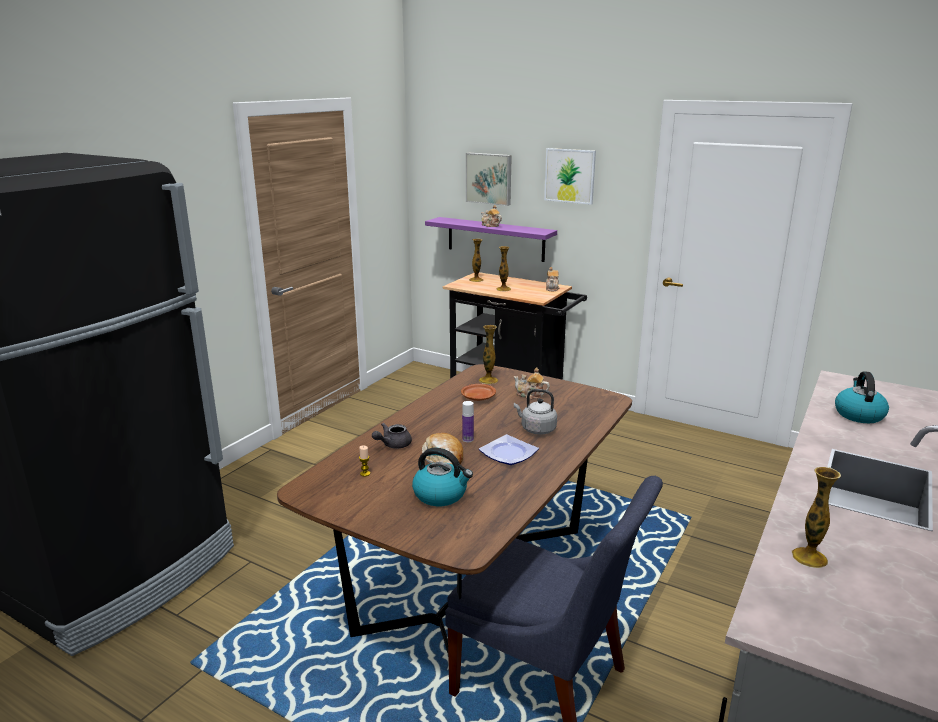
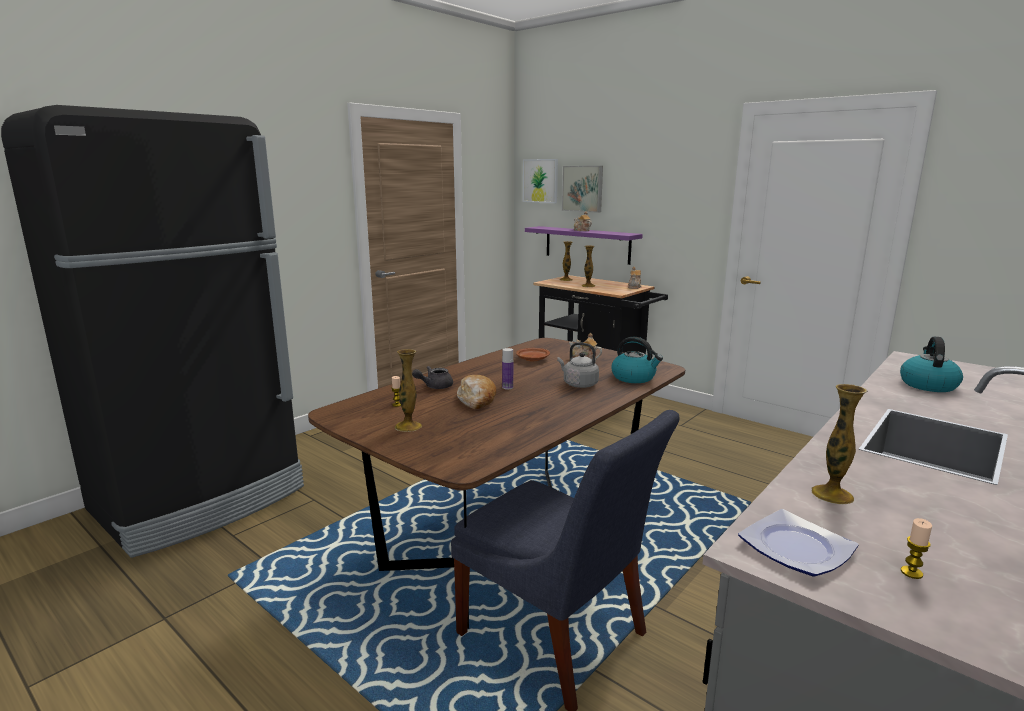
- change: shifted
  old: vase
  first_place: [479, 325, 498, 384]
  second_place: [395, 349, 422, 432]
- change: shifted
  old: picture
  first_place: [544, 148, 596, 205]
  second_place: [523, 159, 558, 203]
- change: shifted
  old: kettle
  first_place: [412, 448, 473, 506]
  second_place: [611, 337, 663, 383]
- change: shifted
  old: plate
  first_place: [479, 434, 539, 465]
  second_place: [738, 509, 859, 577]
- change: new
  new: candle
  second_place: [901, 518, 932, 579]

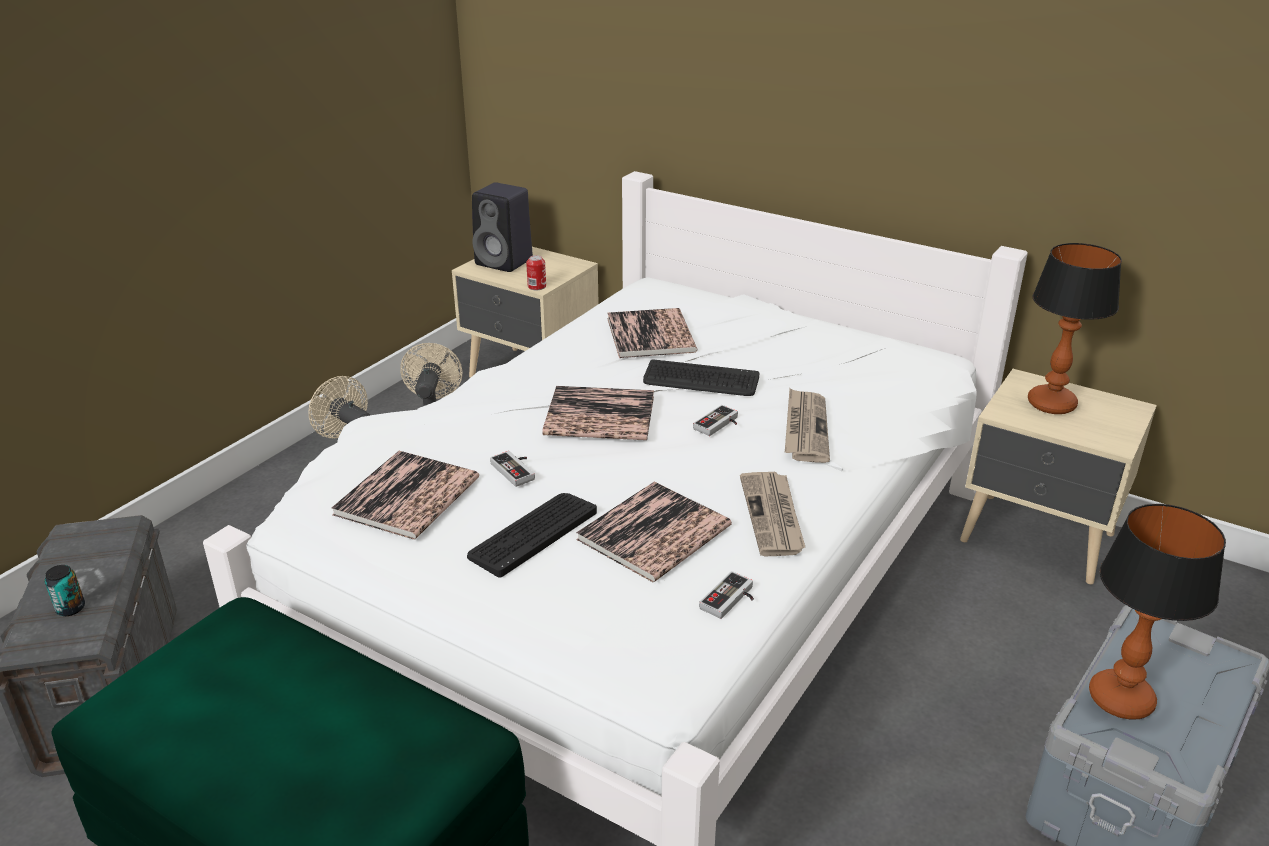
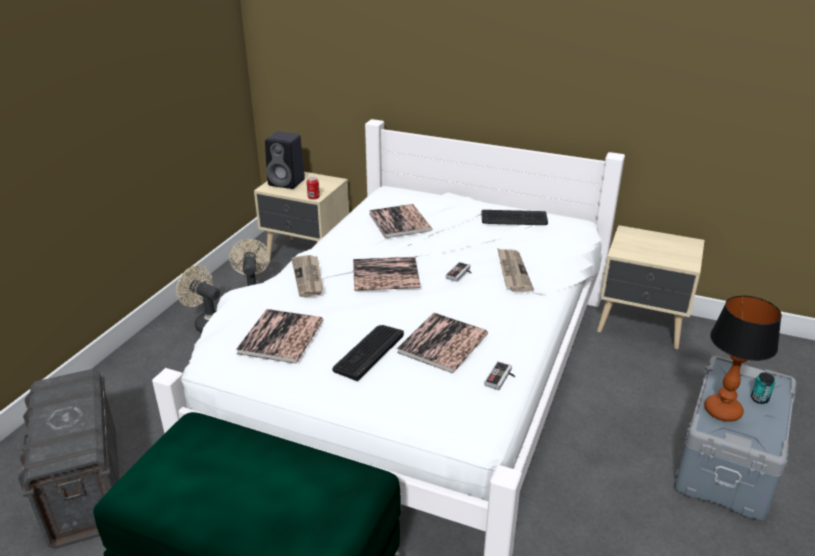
- change: shifted
  old: newspaper
  first_place: [740, 472, 805, 556]
  second_place: [292, 255, 323, 297]
- change: shifted
  old: keyboard
  first_place: [643, 360, 759, 396]
  second_place: [481, 210, 548, 225]
- change: shifted
  old: can
  first_place: [45, 565, 85, 616]
  second_place: [751, 373, 775, 404]
- change: gone
  old: game controller
  first_place: [490, 451, 535, 487]
- change: gone
  old: table lamp
  first_place: [1028, 243, 1122, 414]

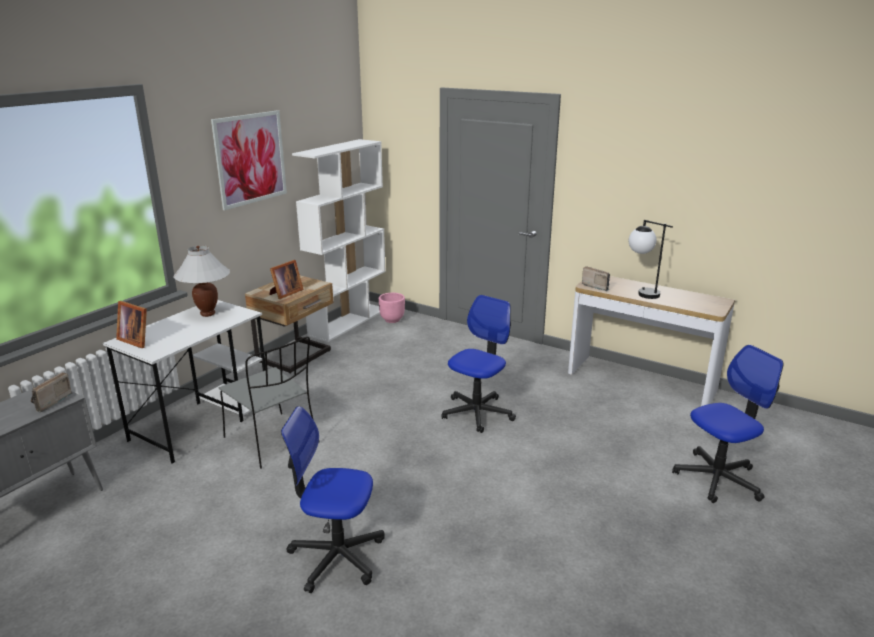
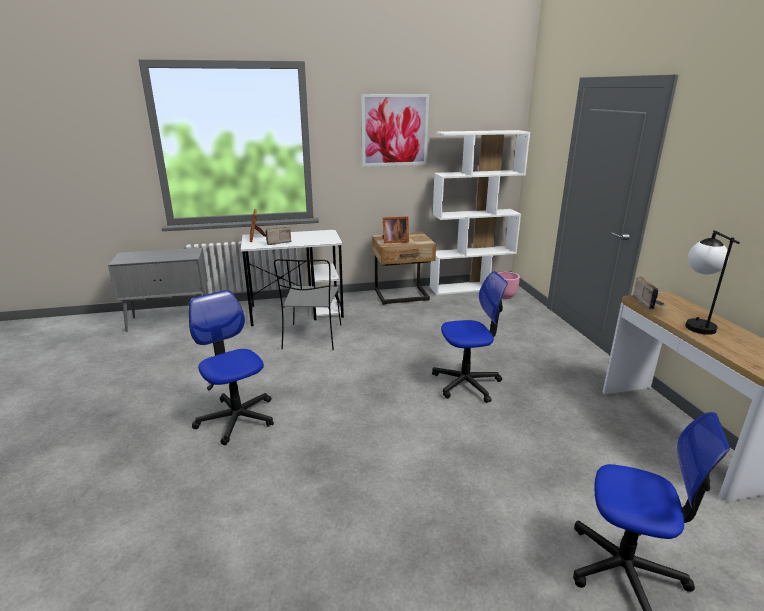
- change: shifted
  old: radio
  first_place: [31, 372, 72, 412]
  second_place: [265, 226, 292, 245]
- change: gone
  old: white table lamp
  first_place: [173, 246, 230, 317]

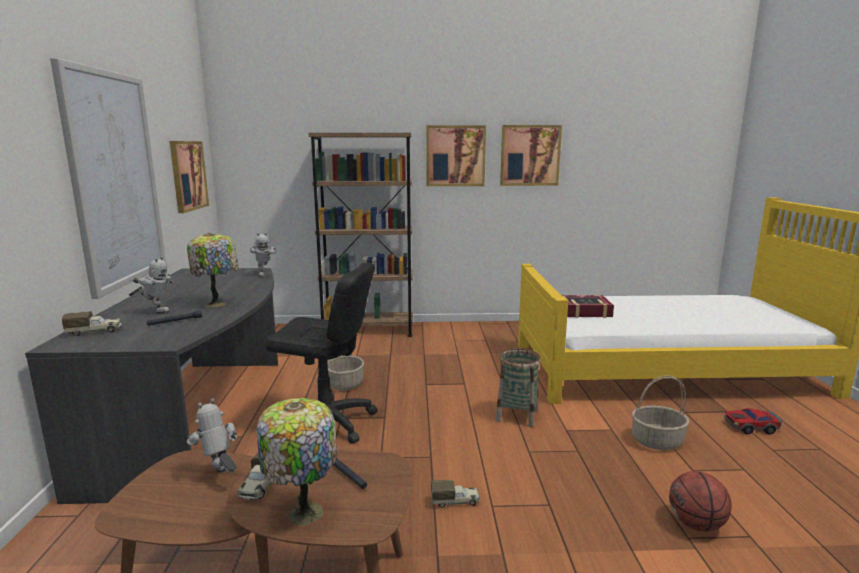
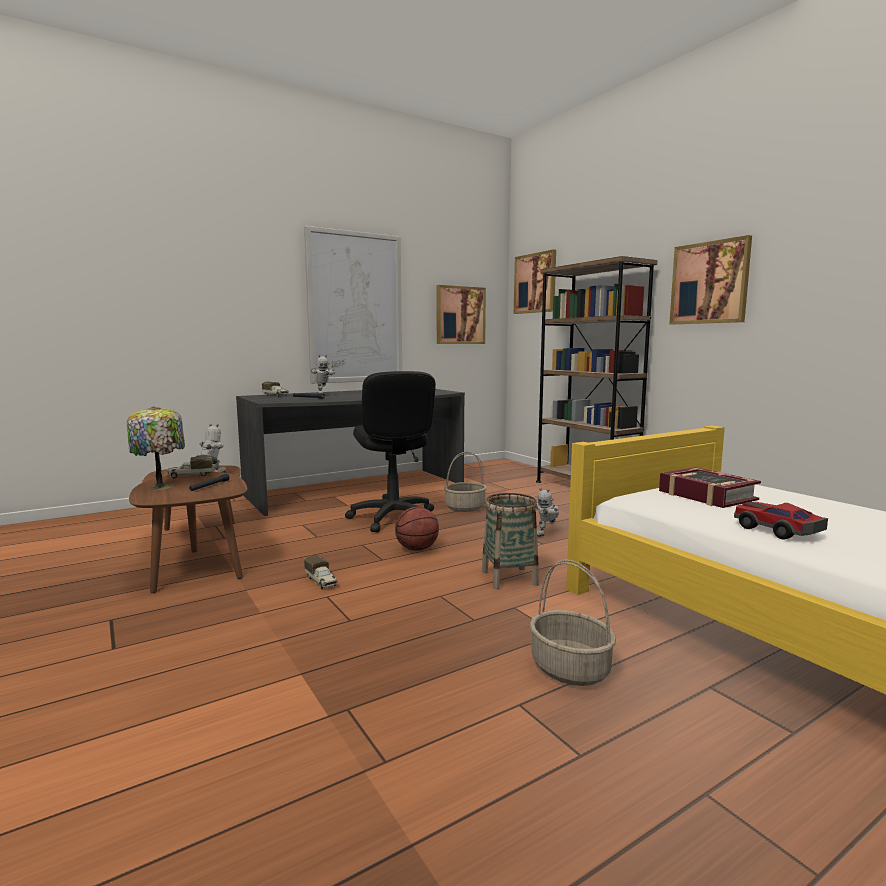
- change: shifted
  old: basketball
  first_place: [669, 471, 732, 531]
  second_place: [395, 507, 439, 551]
- change: shifted
  old: picture
  first_place: [500, 125, 562, 186]
  second_place: [514, 250, 556, 314]
- change: shifted
  old: toy robot
  first_place: [250, 232, 277, 277]
  second_place: [536, 488, 559, 537]
- change: shifted
  old: toy car
  first_place: [724, 408, 782, 434]
  second_place: [734, 502, 828, 540]
- change: gone
  old: table lamp
  first_place: [187, 233, 238, 307]

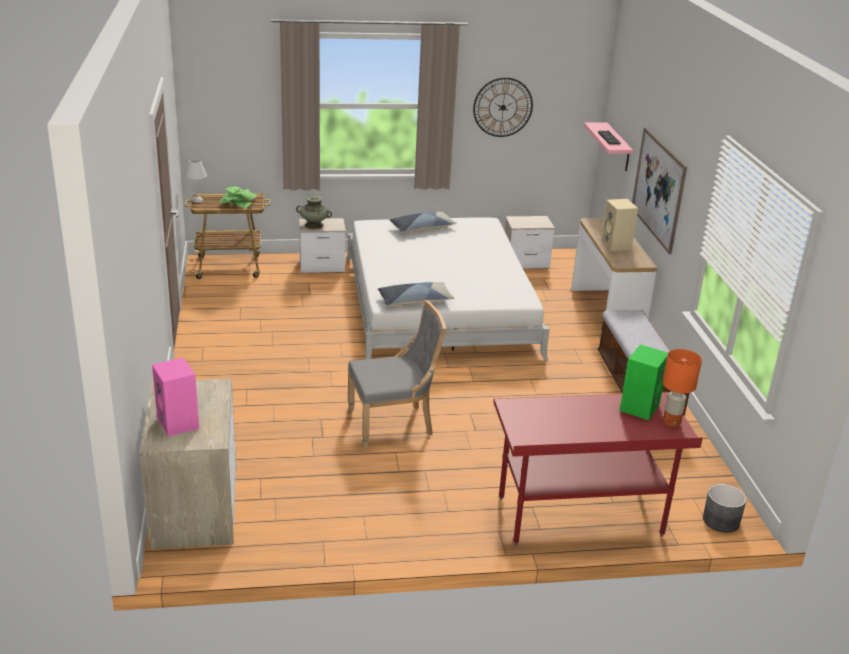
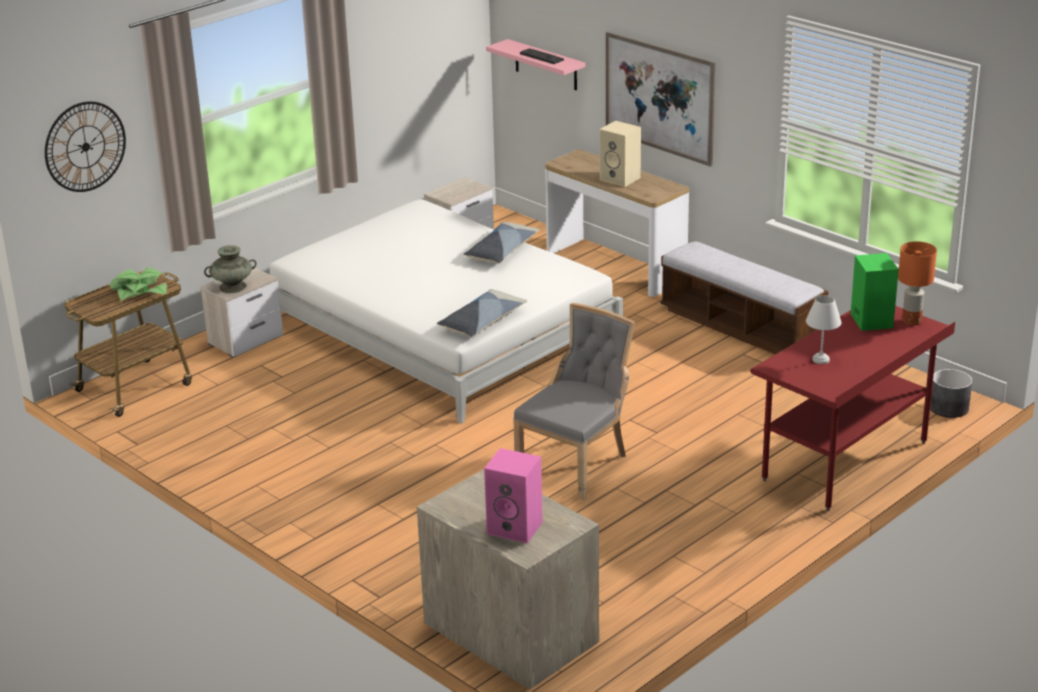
- change: shifted
  old: wall clock
  first_place: [473, 77, 533, 137]
  second_place: [45, 101, 126, 192]
- change: shifted
  old: pillow
  first_place: [390, 212, 457, 232]
  second_place: [463, 222, 539, 263]
- change: shifted
  old: white table lamp
  first_place: [185, 159, 207, 203]
  second_place: [806, 295, 841, 364]

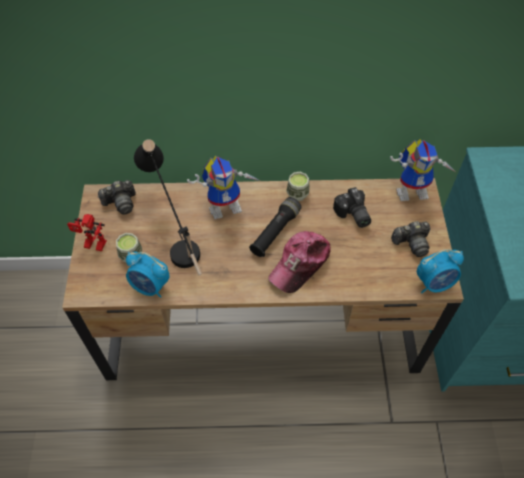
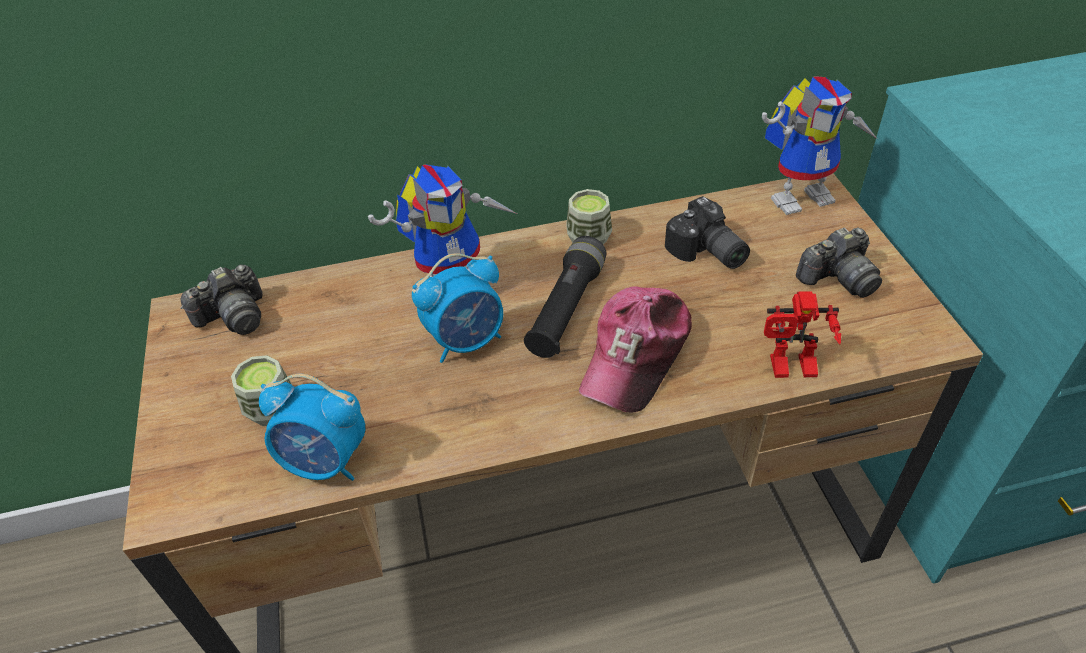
- change: shifted
  old: alarm clock
  first_place: [417, 249, 464, 293]
  second_place: [412, 253, 503, 363]
- change: shifted
  old: toy robot
  first_place: [67, 214, 107, 251]
  second_place: [764, 291, 841, 378]
- change: gone
  old: black table lamp
  first_place: [134, 139, 202, 275]

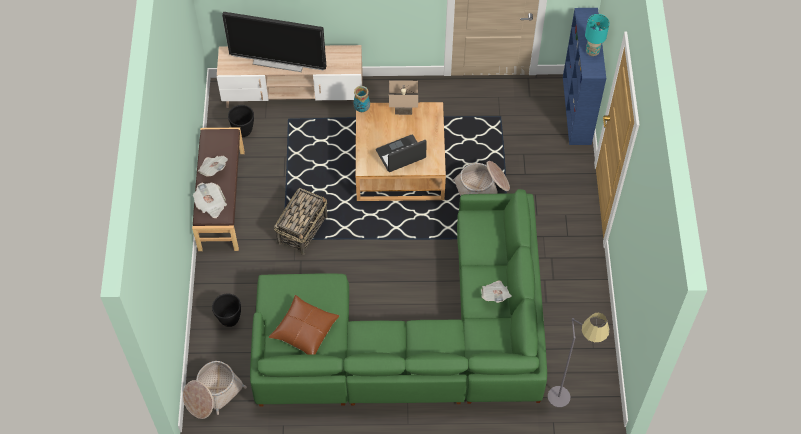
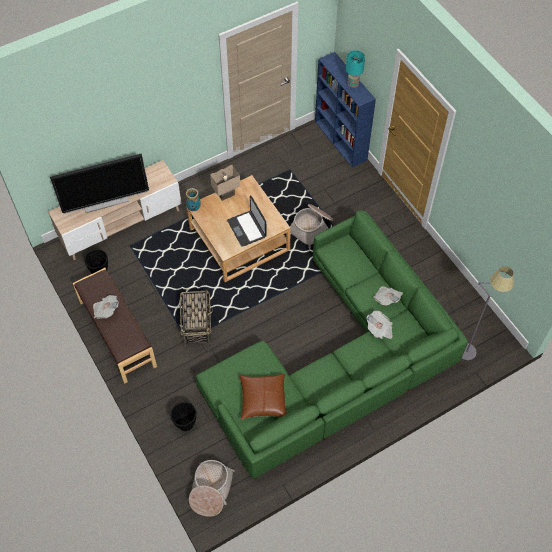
- change: rotated
  old: laptop
  first_place: [376, 135, 427, 172]
  second_place: [227, 196, 267, 247]
  degrees: -60
- change: shifted
  old: newspaper
  first_place: [193, 183, 227, 218]
  second_place: [367, 311, 392, 339]

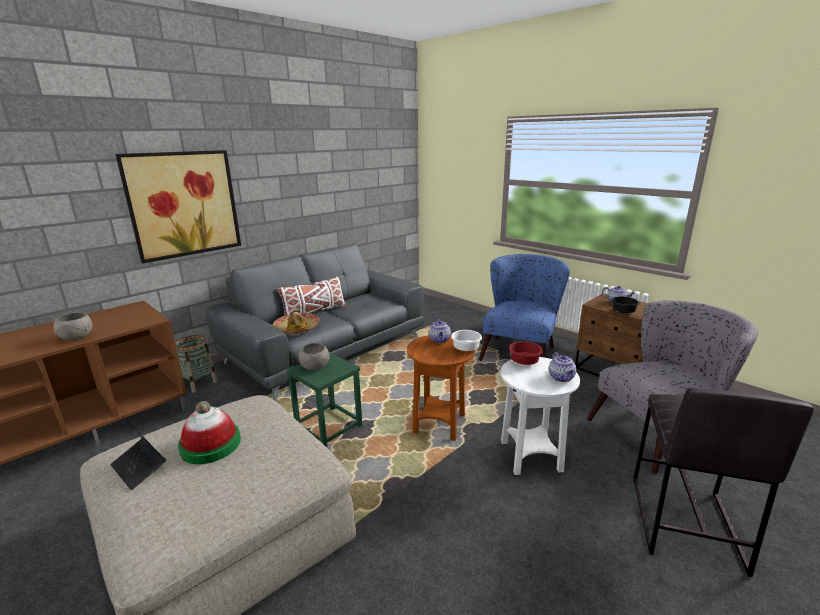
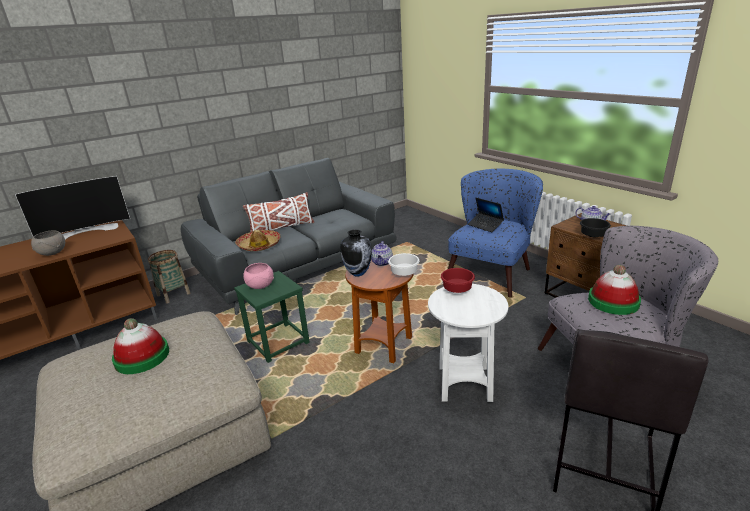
- change: new
  new: television
  second_place: [15, 176, 130, 240]
- change: repainted
  old: grey bowl
  new: pink bowl
  first_place: [298, 343, 330, 370]
  second_place: [243, 263, 274, 289]
- change: new
  new: vase
  second_place: [340, 229, 372, 277]
- change: shifted
  old: laptop
  first_place: [110, 416, 166, 490]
  second_place: [468, 198, 504, 232]
- change: new
  new: hat
  second_place: [588, 265, 641, 315]
- change: gone
  old: picture
  first_place: [115, 150, 241, 263]
- change: gone
  old: teapot
  first_place: [549, 352, 576, 382]

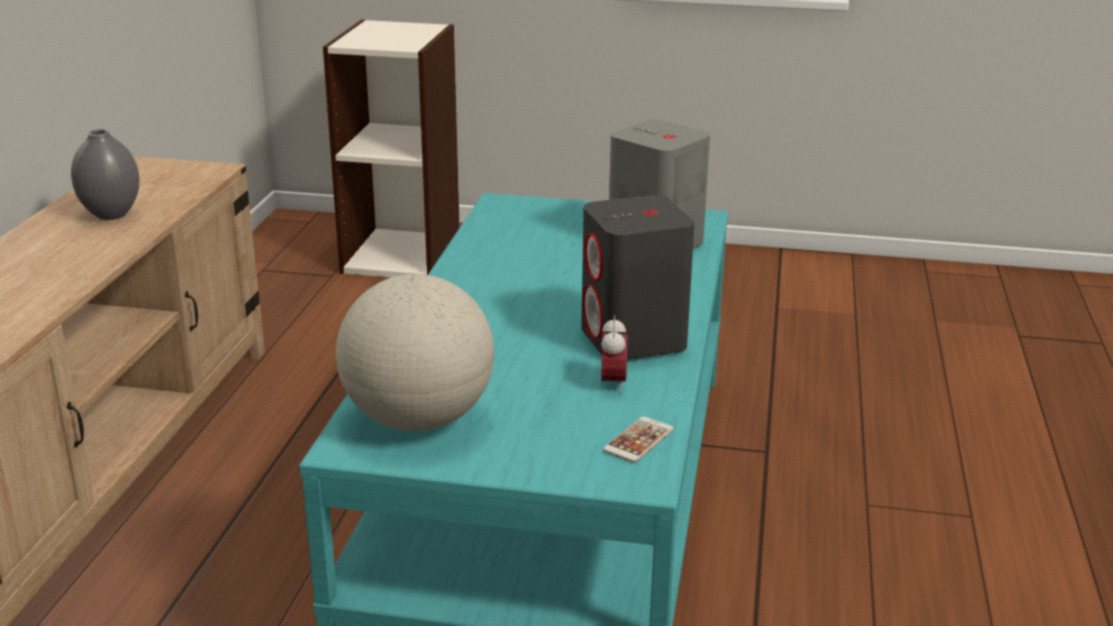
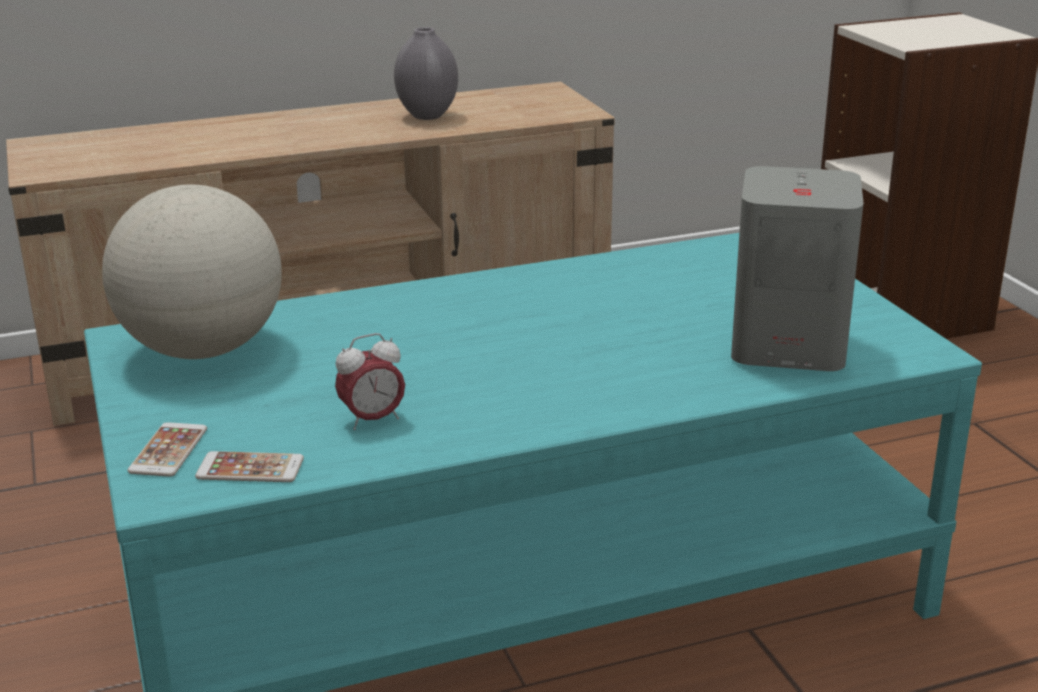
- change: new
  new: phone
  second_place: [127, 422, 207, 477]
- change: gone
  old: grey speaker
  first_place: [581, 195, 694, 360]

